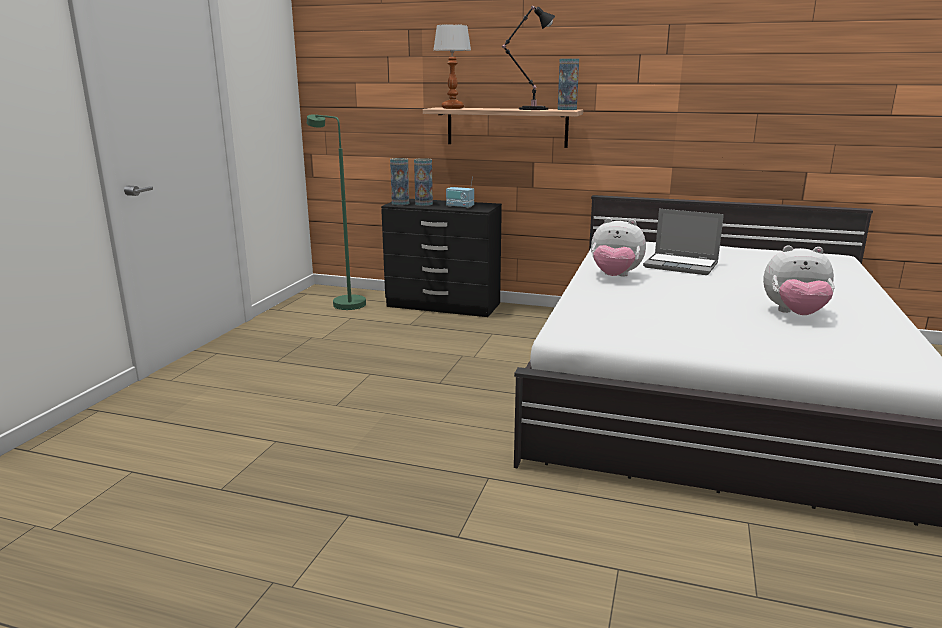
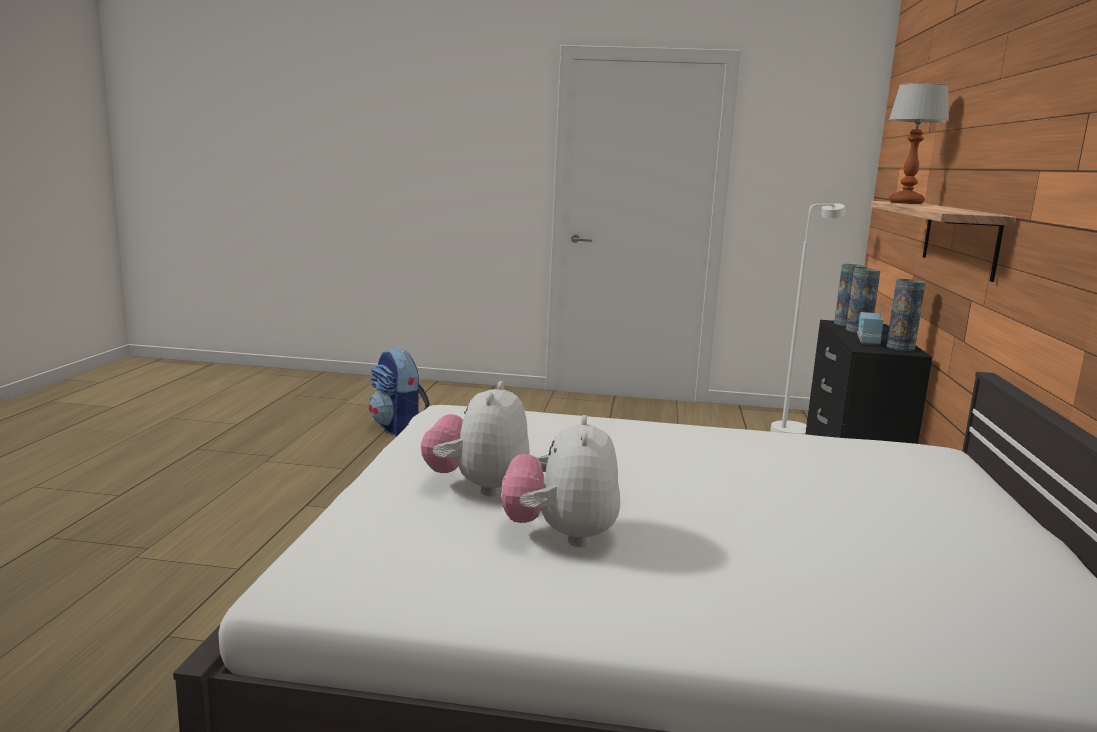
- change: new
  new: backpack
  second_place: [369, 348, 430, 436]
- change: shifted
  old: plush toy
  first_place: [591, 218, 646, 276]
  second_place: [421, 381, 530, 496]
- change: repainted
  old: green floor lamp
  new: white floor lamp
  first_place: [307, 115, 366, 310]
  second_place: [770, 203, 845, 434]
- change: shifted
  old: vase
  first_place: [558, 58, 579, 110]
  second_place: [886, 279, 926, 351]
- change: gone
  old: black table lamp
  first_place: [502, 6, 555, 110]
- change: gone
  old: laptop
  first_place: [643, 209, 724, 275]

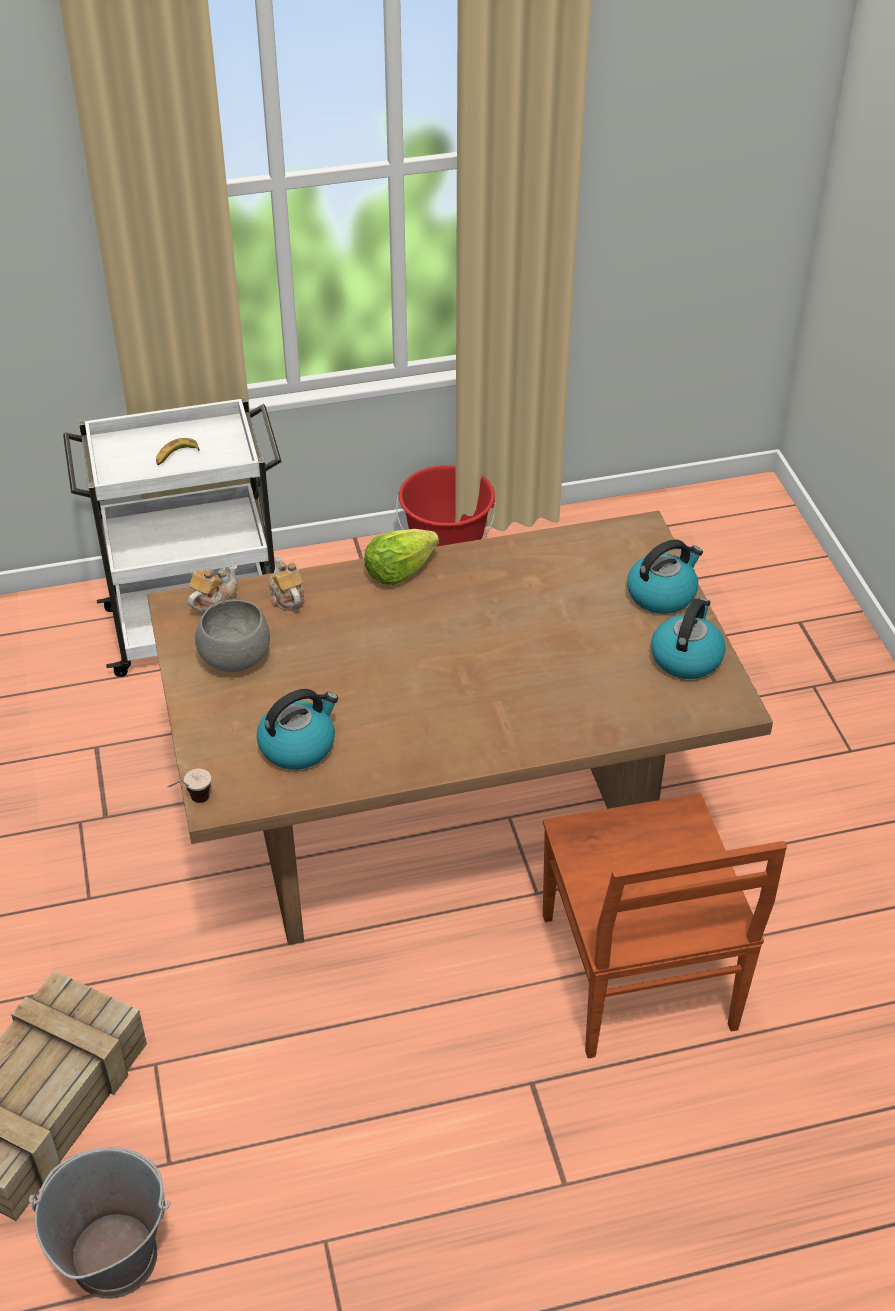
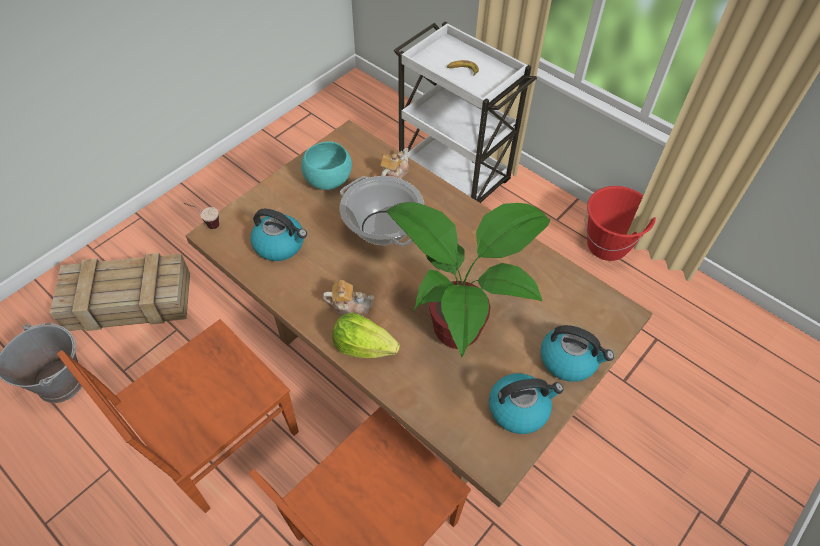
- change: new
  new: brown chair
  second_place: [57, 319, 299, 513]
- change: repainted
  old: grey bowl
  new: turquoise bowl
  first_place: [195, 600, 270, 672]
  second_place: [301, 141, 352, 190]
- change: shifted
  old: teapot
  first_place: [188, 564, 238, 614]
  second_place: [323, 280, 375, 316]
- change: shifted
  old: lettuce
  first_place: [364, 529, 439, 585]
  second_place: [332, 312, 400, 358]
- change: new
  new: cooking pot
  second_place: [340, 176, 424, 246]
- change: new
  new: potted plant
  second_place: [386, 202, 550, 357]

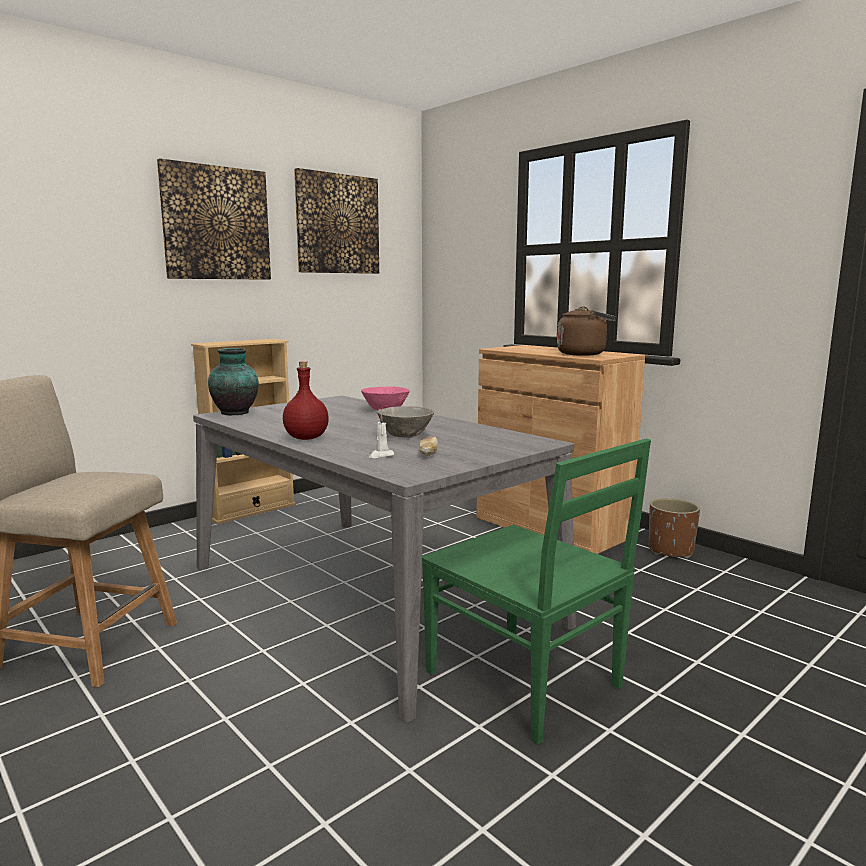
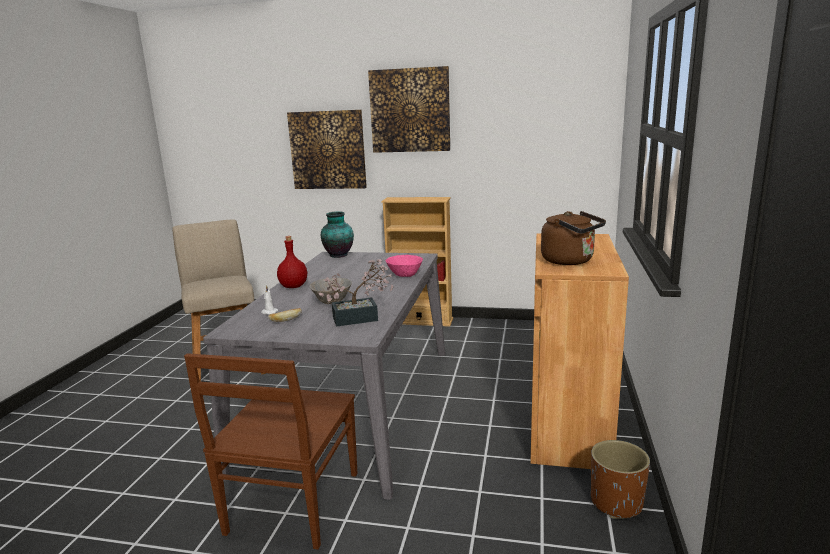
- change: repainted
  old: green chair
  new: brown chair
  first_place: [422, 439, 651, 744]
  second_place: [184, 353, 357, 550]
- change: shifted
  old: picture
  first_place: [294, 168, 379, 274]
  second_place: [287, 110, 367, 189]
- change: new
  new: potted plant
  second_place: [319, 259, 394, 327]

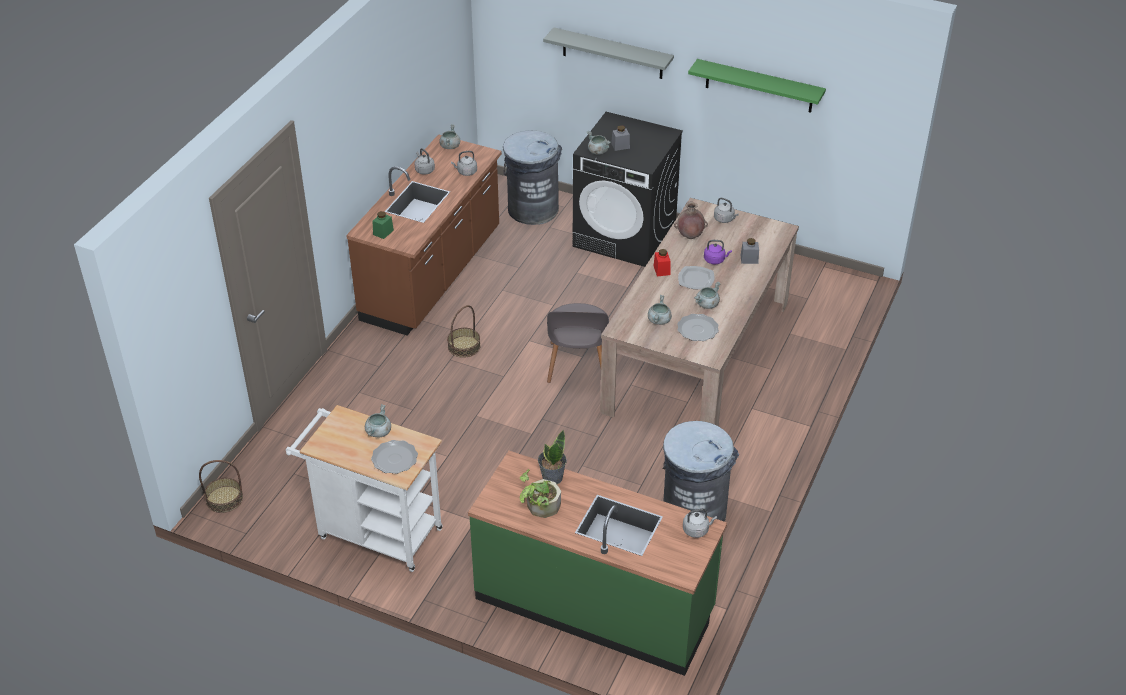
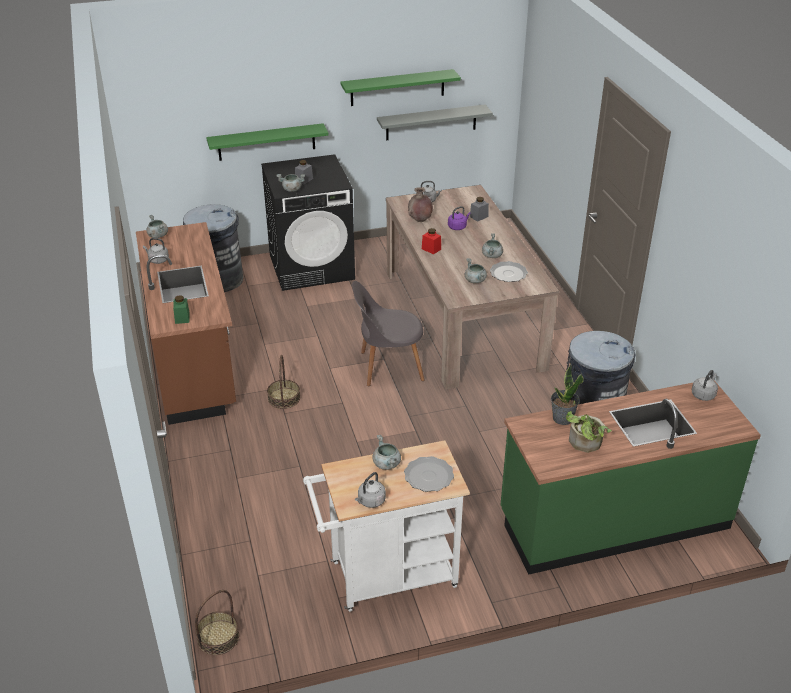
- change: new
  new: green shelf
  second_place: [206, 123, 328, 161]
- change: rotated
  old: grey chair
  first_place: [547, 303, 609, 383]
  second_place: [352, 281, 425, 386]
  degrees: 120
- change: shifted
  old: grey kettle
  first_place: [451, 151, 477, 176]
  second_place: [355, 472, 386, 508]
- change: shifted
  old: grey shelf
  first_place: [543, 27, 674, 79]
  second_place: [377, 104, 493, 141]
- change: gone
  old: plate
  first_place: [678, 266, 715, 290]

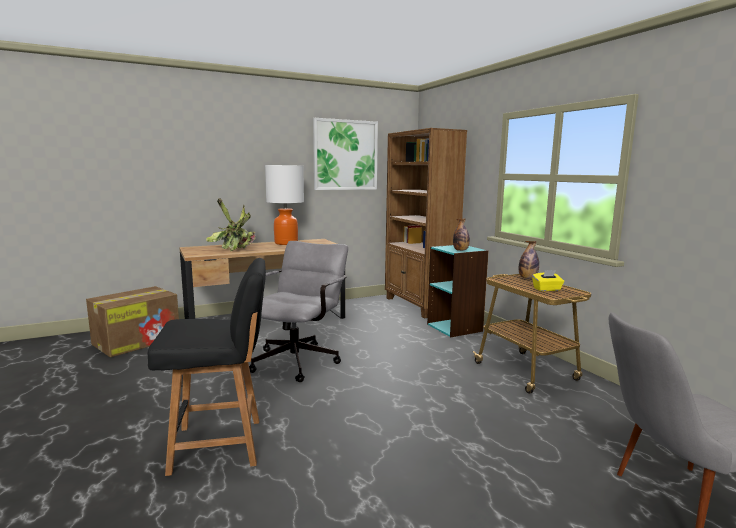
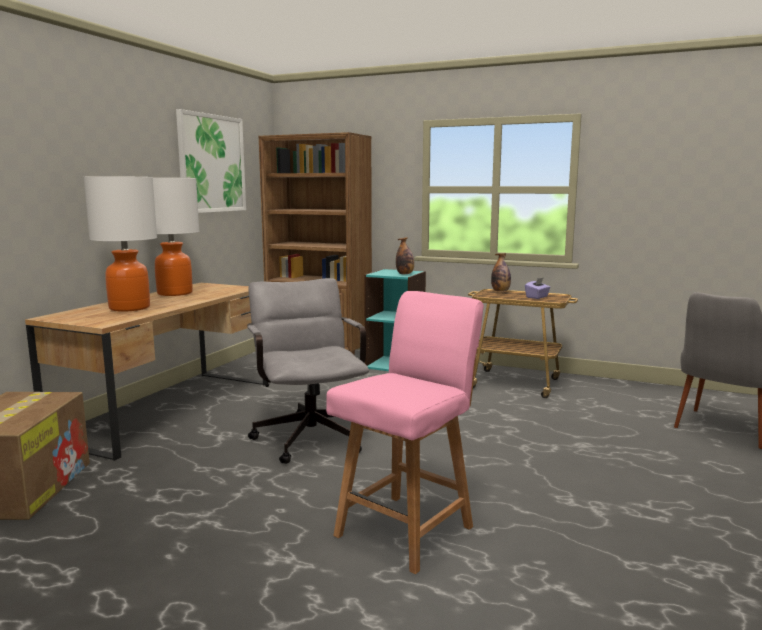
- change: swapped
  old: potted plant
  new: table lamp
  first_place: [206, 198, 256, 251]
  second_place: [83, 176, 157, 312]
- change: repainted
  old: black chair
  new: pink chair
  first_place: [148, 258, 266, 476]
  second_place: [326, 291, 484, 574]
- change: repainted
  old: yellow tissue box
  new: purple tissue box
  first_place: [532, 270, 564, 291]
  second_place: [525, 277, 551, 299]

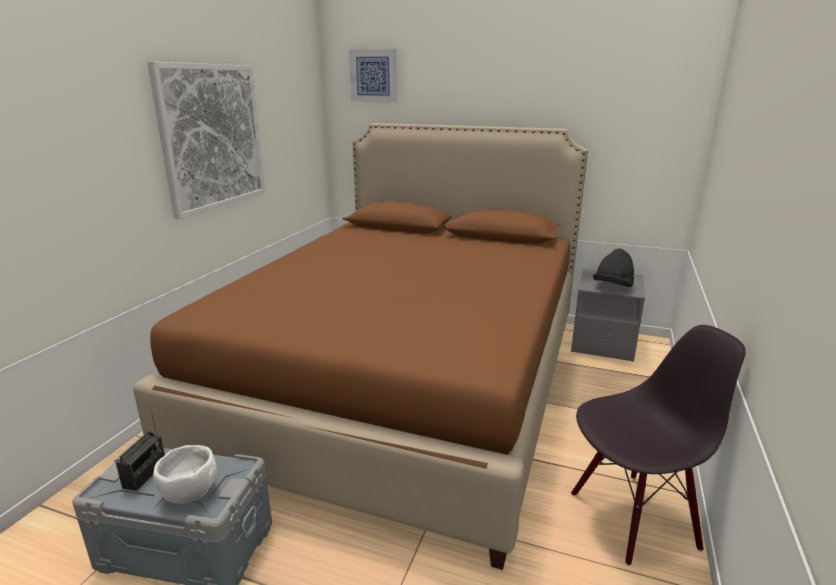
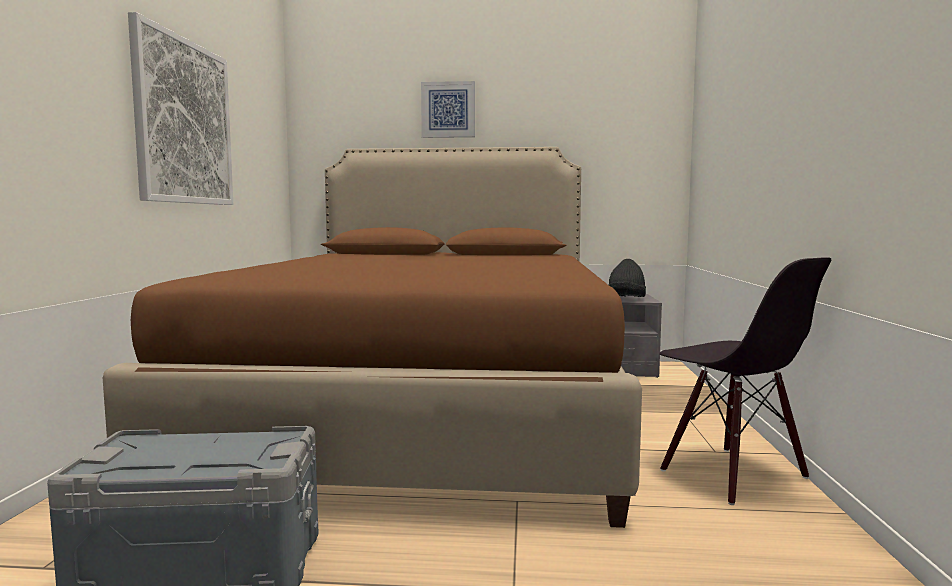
- change: shifted
  old: picture
  first_place: [349, 49, 397, 102]
  second_place: [421, 81, 475, 138]
- change: rotated
  old: black chair
  first_place: [571, 325, 746, 566]
  second_place: [659, 257, 831, 505]
  degrees: 90
- change: gone
  old: radio
  first_place: [116, 408, 165, 491]
- change: gone
  old: white bowl
  first_place: [153, 445, 217, 504]

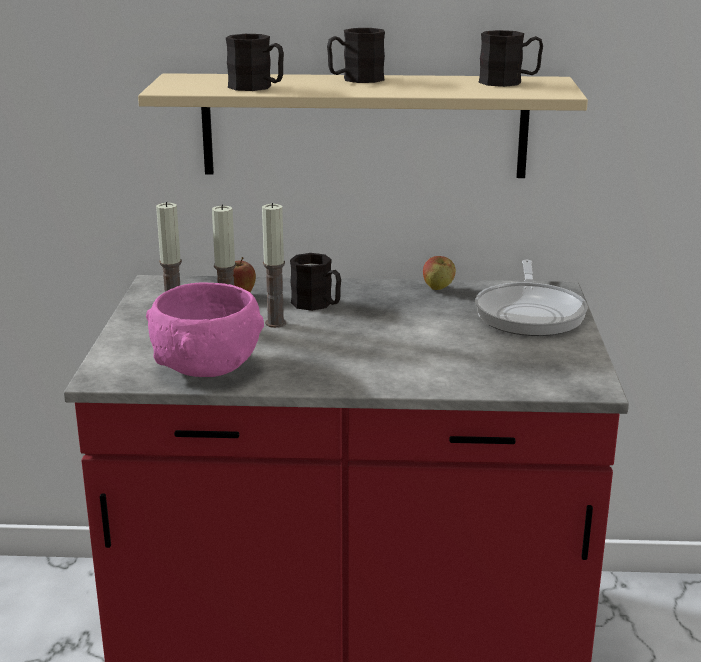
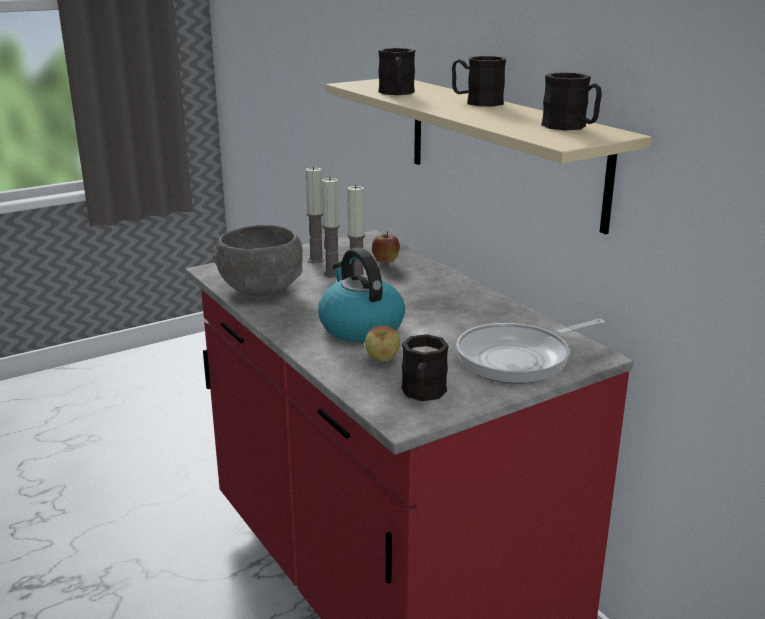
- change: repainted
  old: pink bowl
  new: grey bowl
  first_place: [146, 283, 264, 377]
  second_place: [213, 225, 303, 295]
- change: new
  new: kettle
  second_place: [318, 248, 405, 342]
- change: shifted
  old: apple
  first_place: [423, 256, 456, 290]
  second_place: [365, 325, 400, 362]
- change: shifted
  old: black mug
  first_place: [290, 253, 341, 311]
  second_place: [401, 334, 449, 401]

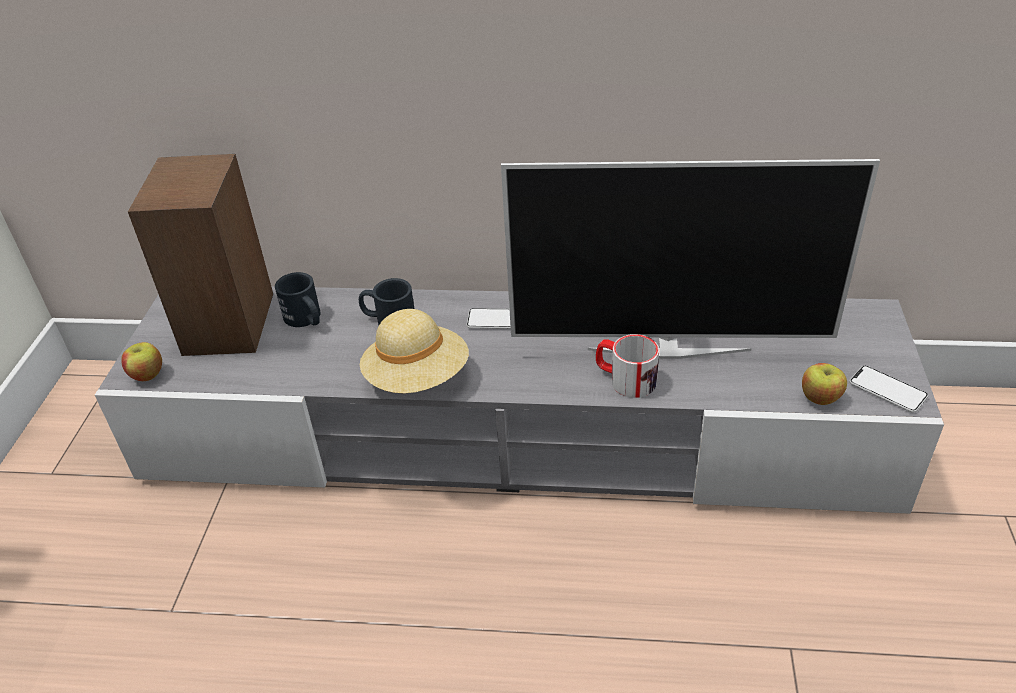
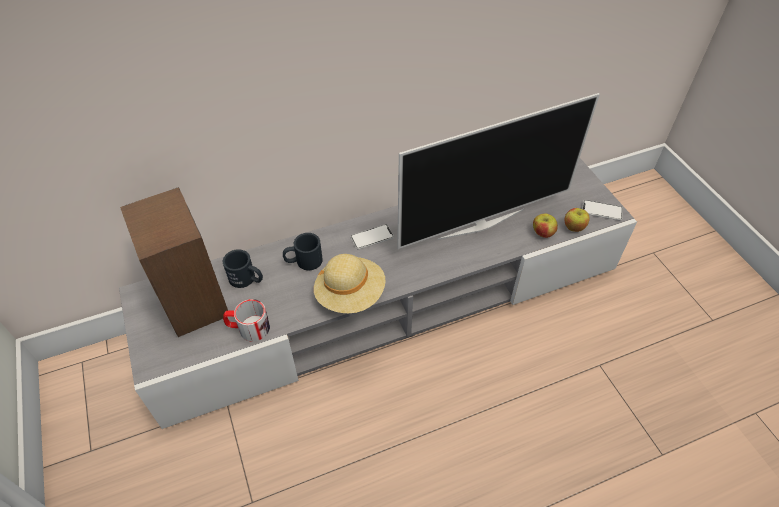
- change: shifted
  old: mug
  first_place: [596, 334, 659, 398]
  second_place: [223, 299, 270, 342]
- change: shifted
  old: apple
  first_place: [121, 342, 162, 381]
  second_place: [533, 213, 558, 238]

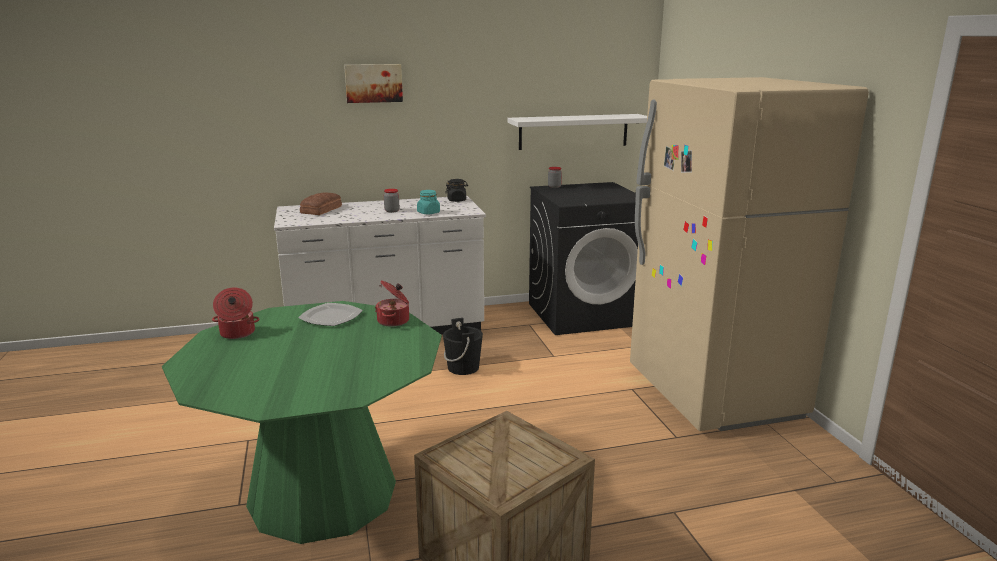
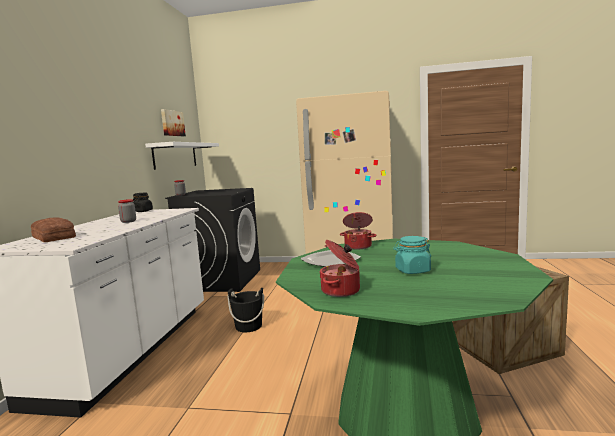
- change: shifted
  old: picture
  first_place: [344, 64, 403, 103]
  second_place: [161, 109, 186, 136]
- change: shifted
  old: turquoise jar
  first_place: [417, 190, 440, 214]
  second_place: [393, 236, 431, 274]

